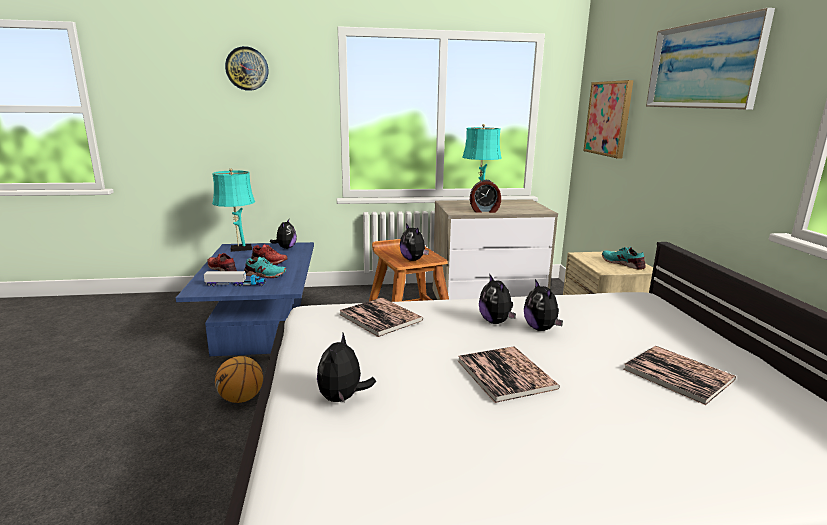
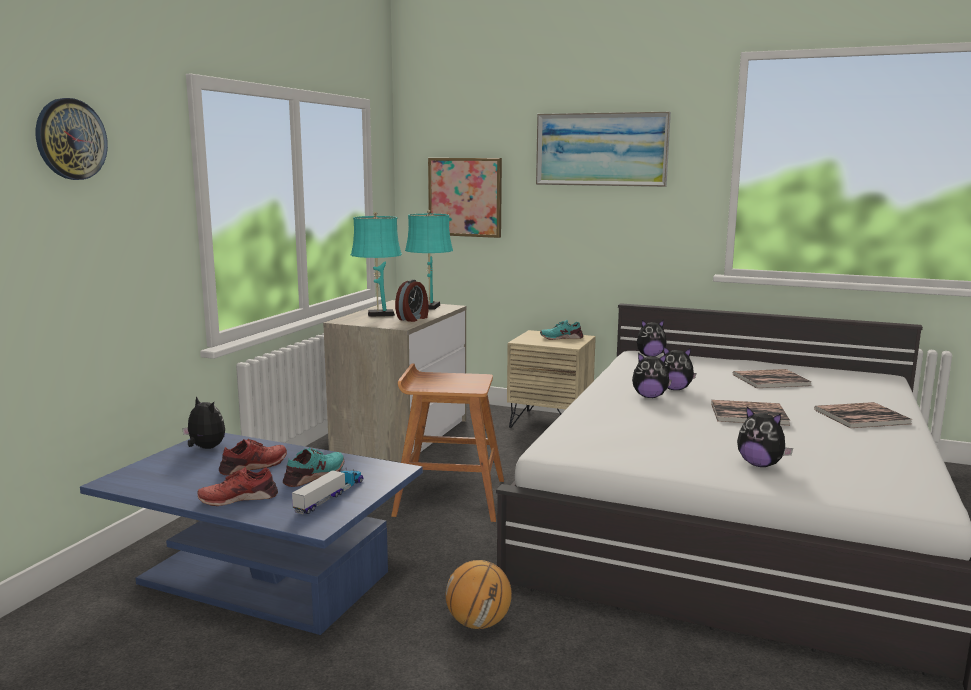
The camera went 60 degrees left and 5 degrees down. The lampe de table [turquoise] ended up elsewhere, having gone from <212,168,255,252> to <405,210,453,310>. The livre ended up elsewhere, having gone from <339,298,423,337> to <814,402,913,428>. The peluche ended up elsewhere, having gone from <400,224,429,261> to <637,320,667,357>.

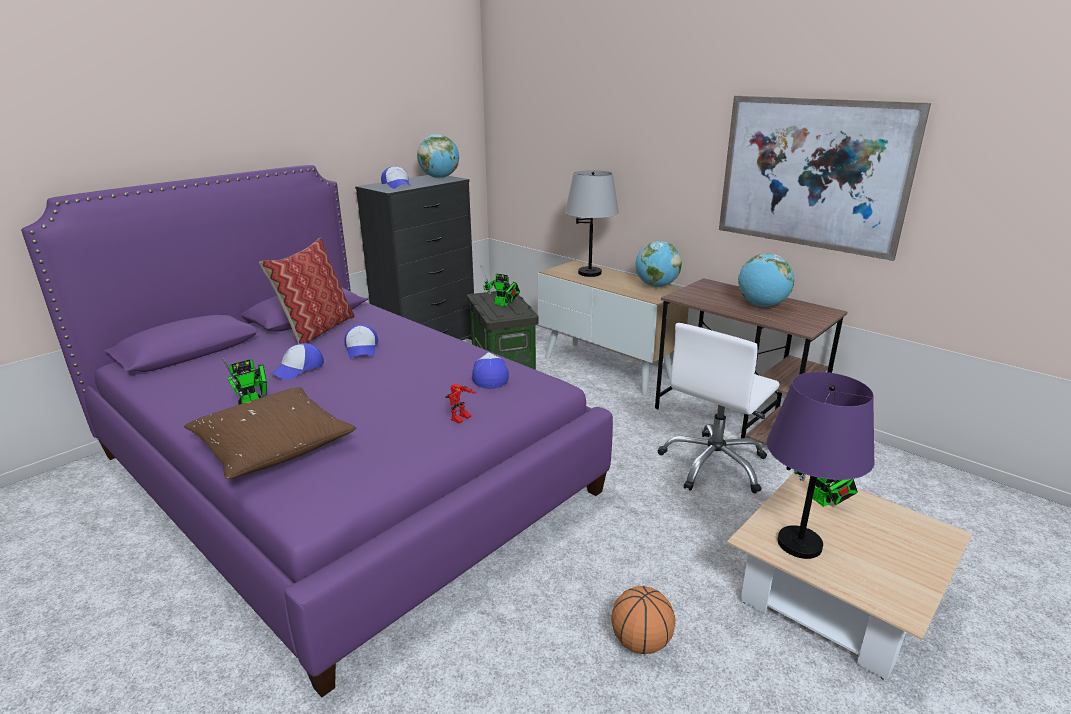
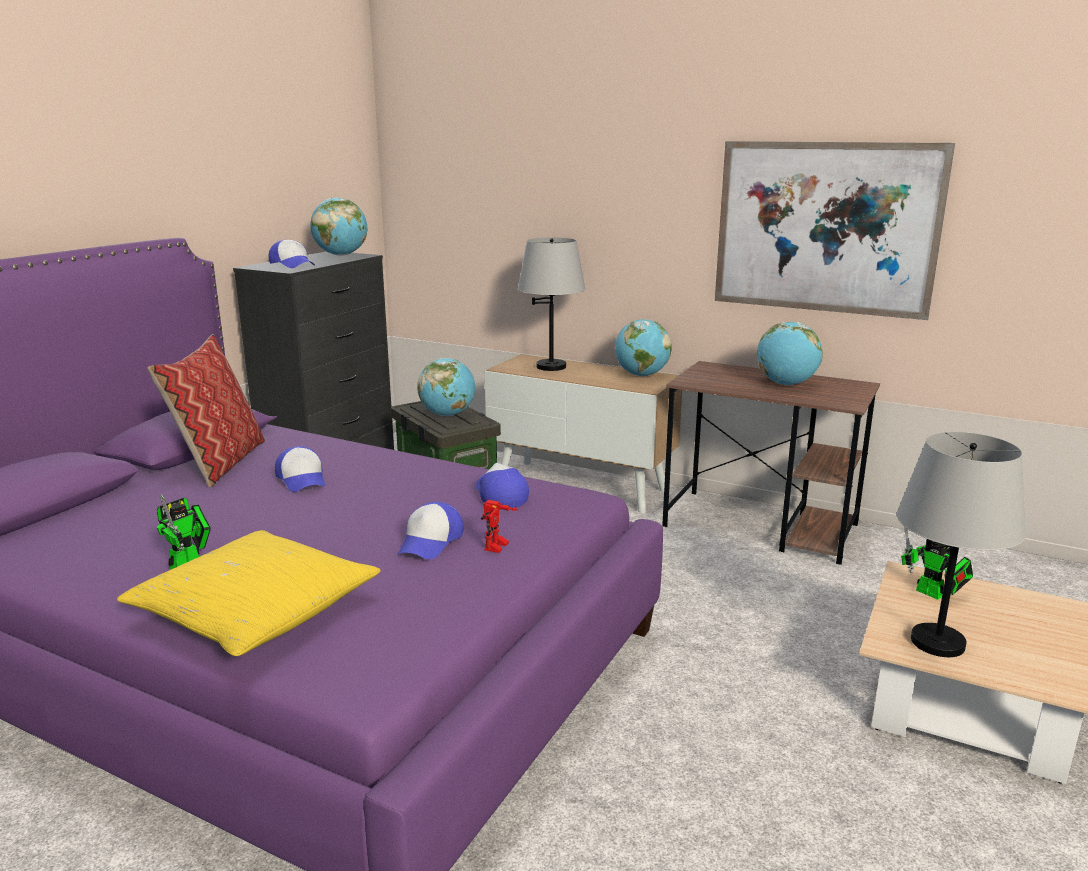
The camera went 15 degrees left and 5 degrees down. The second view lost the ballon de basket at <611,586,675,654>. The second view lost the chaise de bureau [blanc] at <658,323,780,493>. The casquette ended up elsewhere, having gone from <270,343,324,380> to <398,502,464,559>. Where the robot jouet stood at <481,265,520,307>, the globe came to stand at <417,358,475,416>. What was the coussin [marron] at <184,387,356,479> turned into the coussin [jaune] at <117,530,381,656>. What was the lampe de table [violet] at <767,372,875,559> turned into the lampe de table [gris] at <896,432,1026,657>.

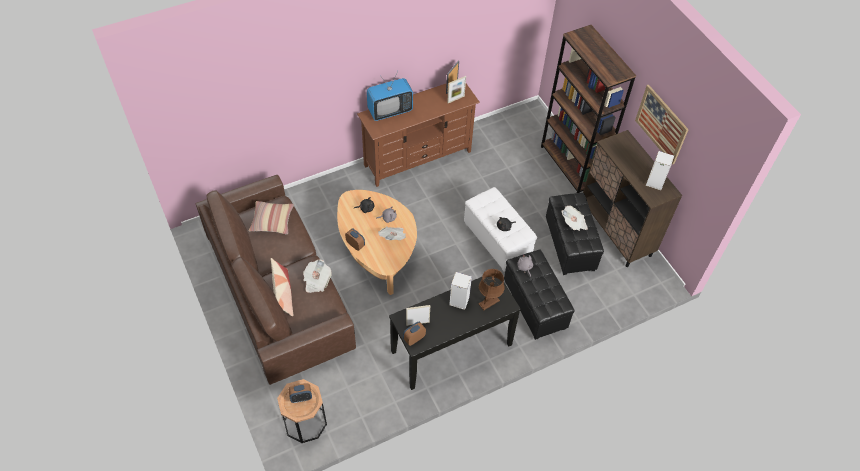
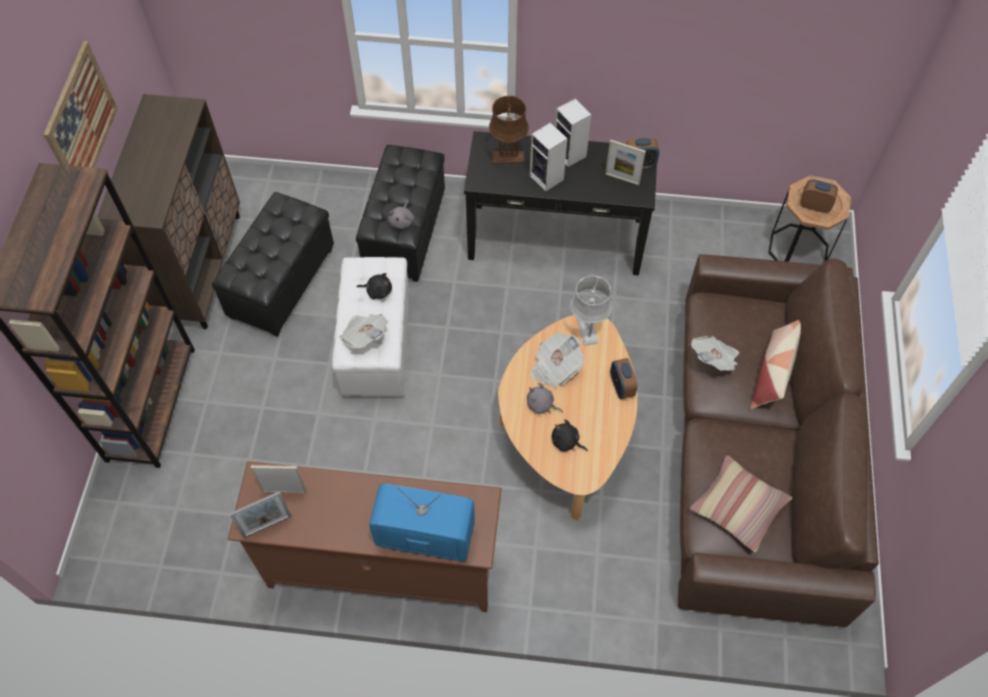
The camera went 145 degrees left and 5 degrees up. The second view gained the lampe de table [gris] at <570,276,612,345>. The journal ended up elsewhere, having gone from <562,206,588,231> to <339,314,388,349>. The enceinte ended up elsewhere, having gone from <646,151,674,190> to <555,98,591,167>.

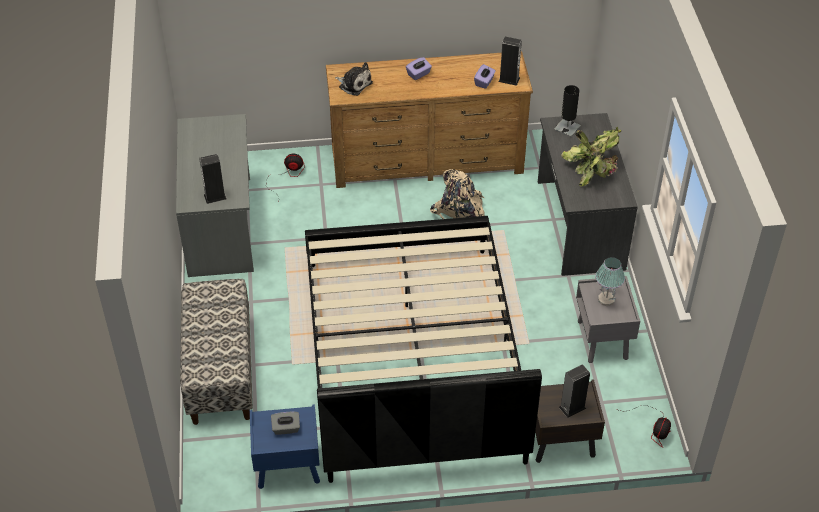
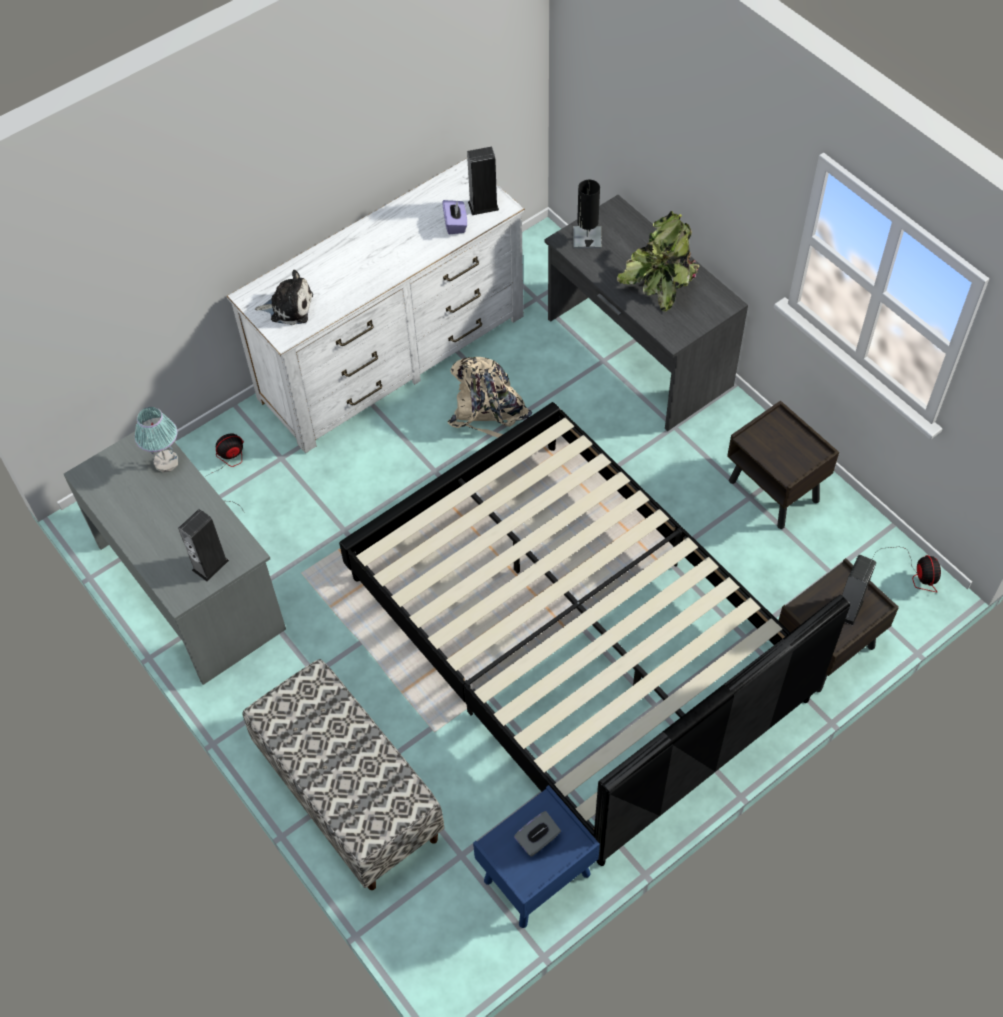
The camera went 30 degrees left and 10 degrees up. The second view lost the boîte à mouchoirs [violet] at <406,57,432,80>. The lampe de table ended up elsewhere, having gone from <595,257,625,306> to <134,407,178,472>. What was the commode [marron] at <326,51,533,188> turned into the commode [blanc] at <226,158,525,453>. What was the table de chevet [gris] at <576,276,640,363> turned into the table de chevet [marron] at <727,400,839,529>.

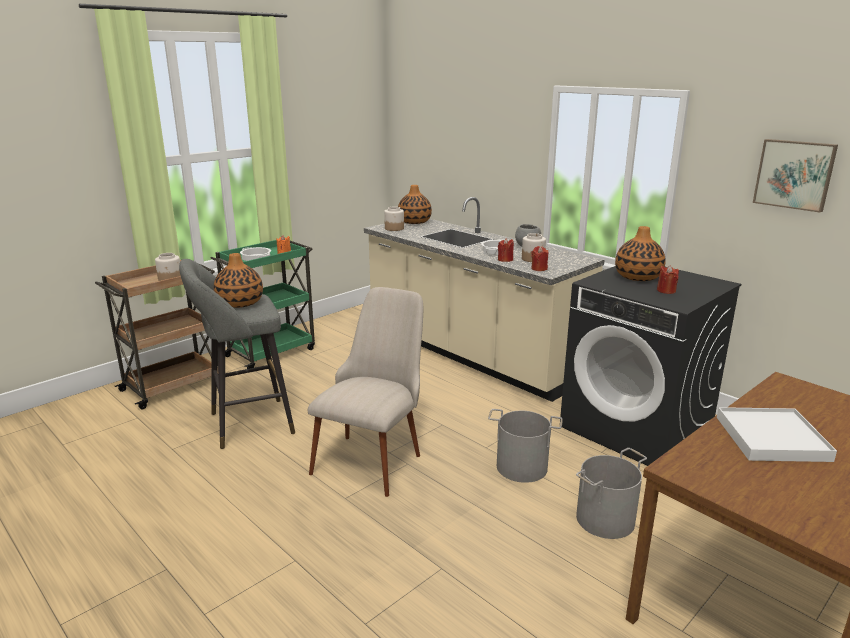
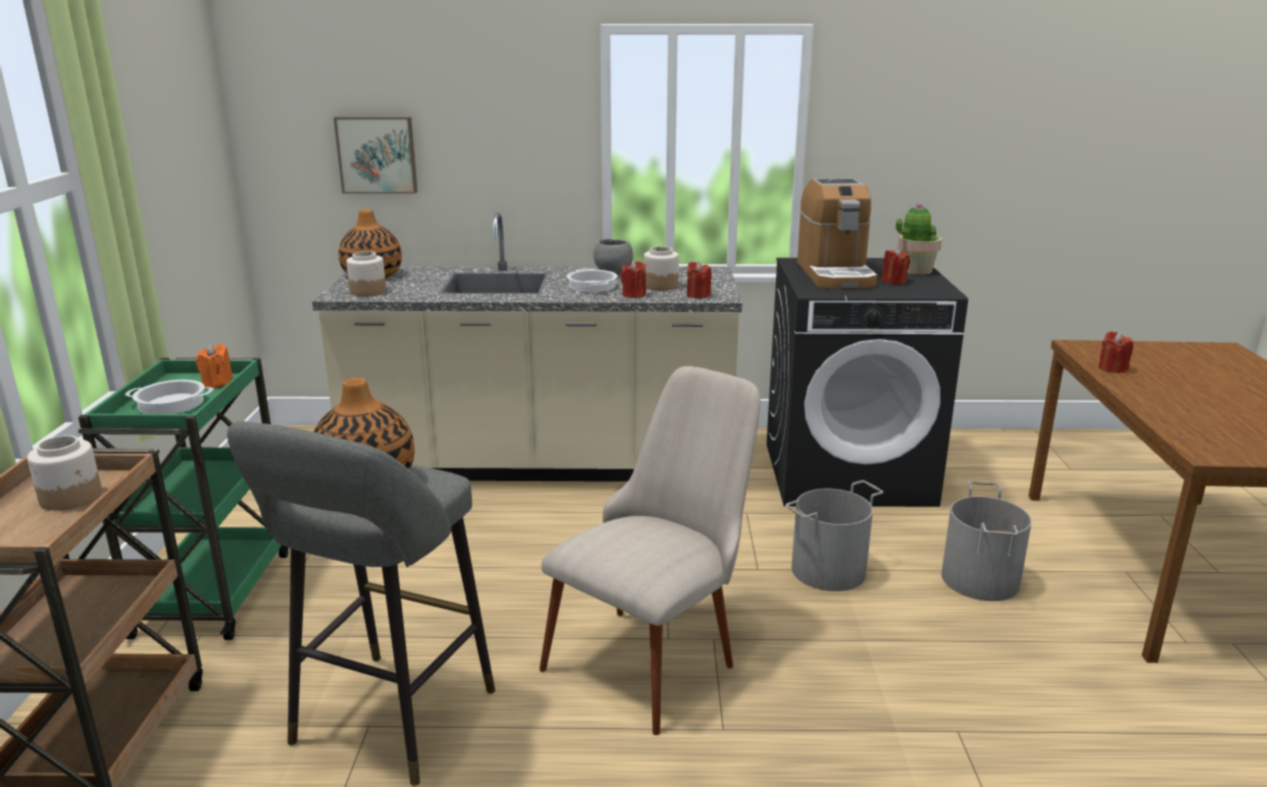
The camera went 45 degrees left and 0 degrees up. The second view lost the plateau [blanc] at <717,407,837,462>. The second view gained the plante en pot at <896,203,942,275>. The second view gained the bougie [rouge] at <1099,331,1133,373>. The tableau ended up elsewhere, having gone from <753,139,838,213> to <334,117,418,194>. Where the vase stood at <615,226,666,281>, the machine à café came to stand at <797,178,877,289>. The chaise [beige] at <308,287,423,497> ended up facing another way, 60 degrees clockwise from before.

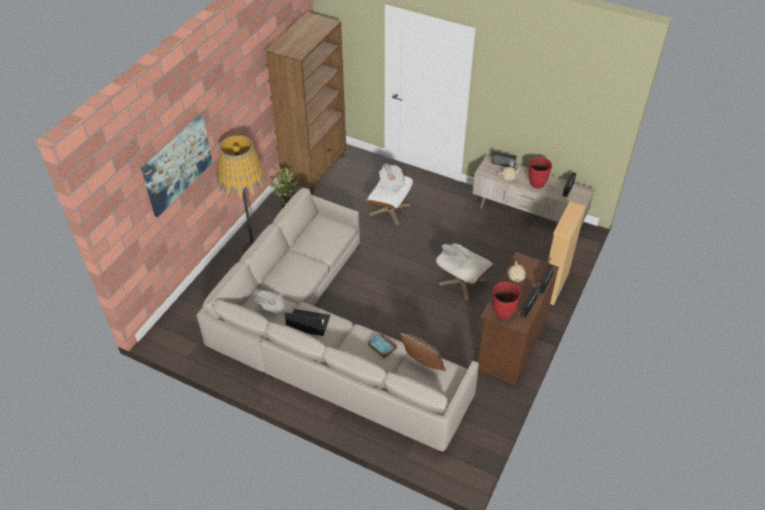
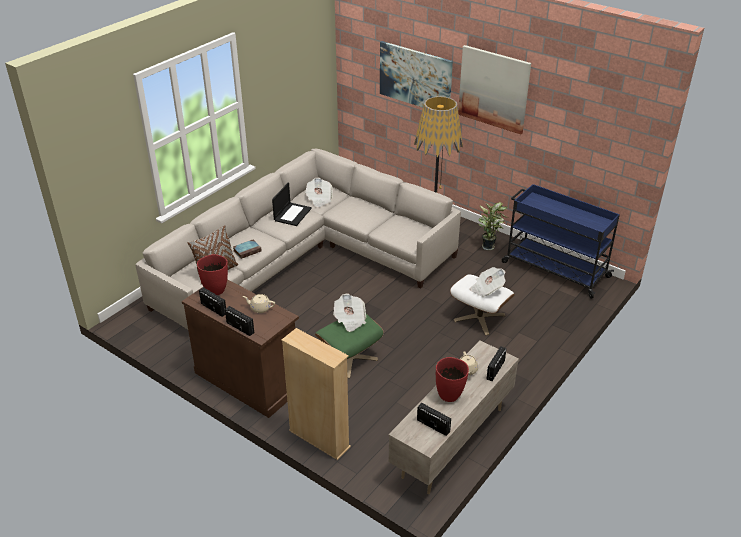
The camera went 100 degrees right and 10 degrees down. The second view gained the tableau at <458,45,531,134>. Where the bibliothèque [marron] stood at <265,12,346,195>, the chariot [bleu] came to stand at <501,184,620,299>. What was the pouf [beige] at <436,243,494,300> turned into the pouf [vert] at <315,314,384,378>.

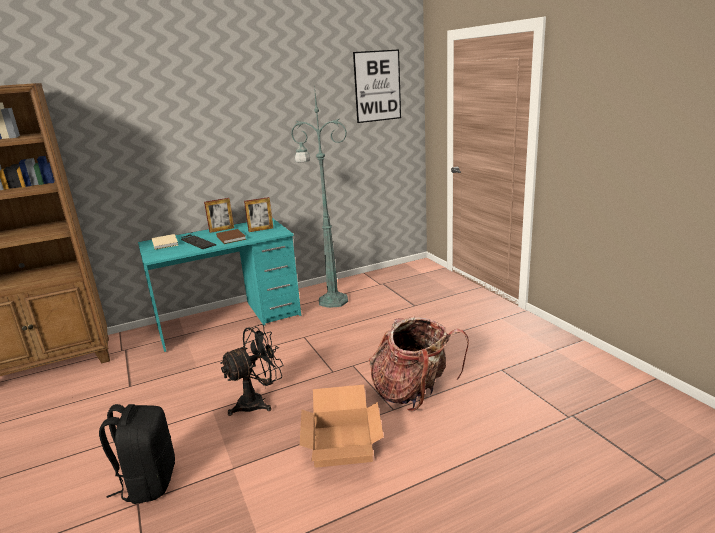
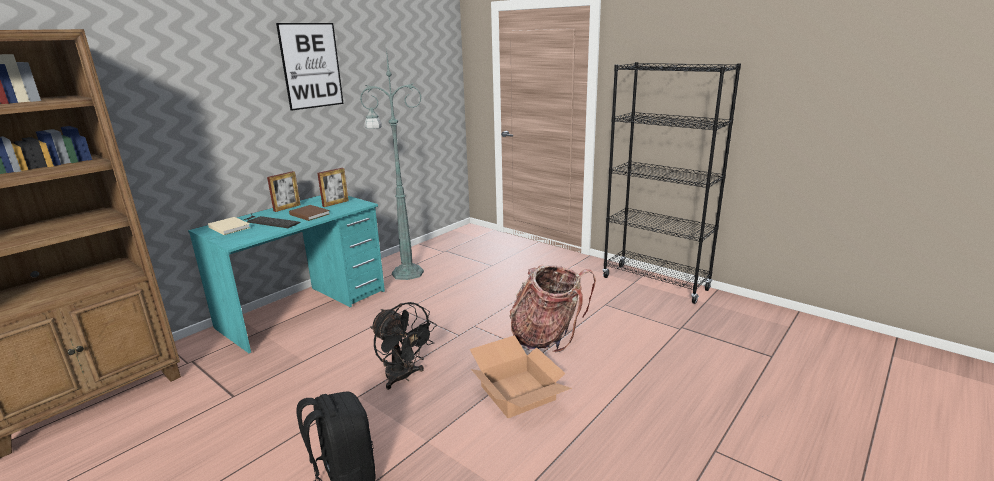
The camera went 25 degrees left and 0 degrees up. The second view gained the bibliothèque [noir] at <603,62,741,304>. The tableau ended up elsewhere, having gone from <353,49,401,123> to <276,23,344,111>. The ventilateur [noir] at <220,324,283,416> ended up facing another way, 105 degrees clockwise from before.

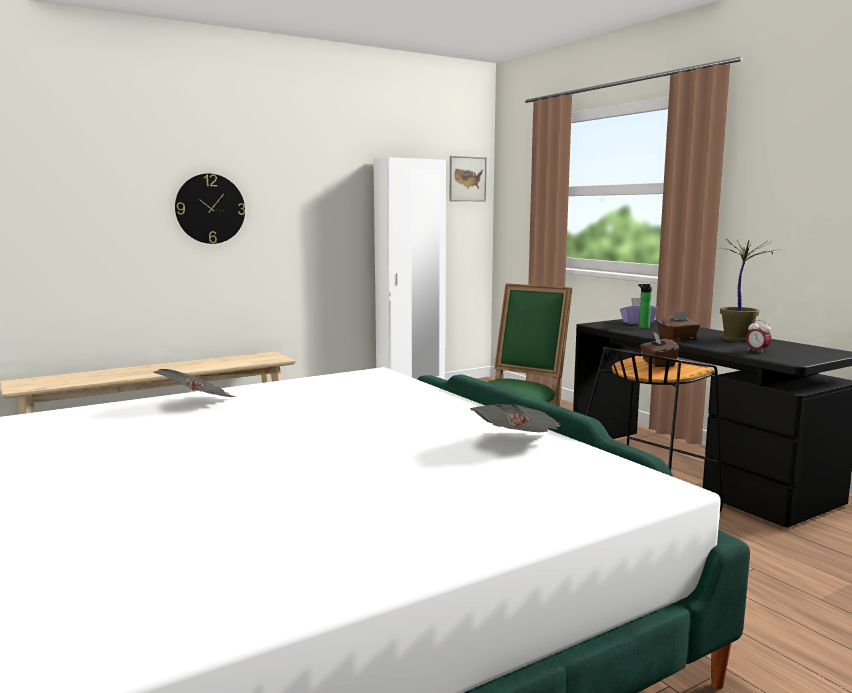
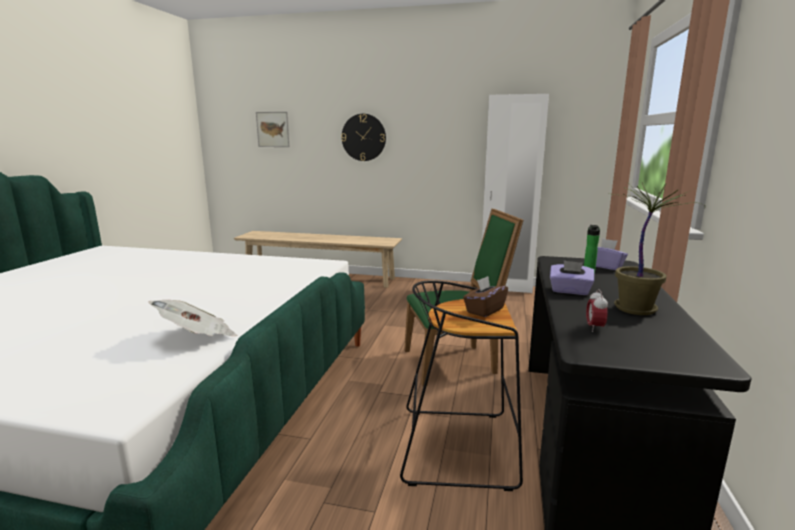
The camera went 45 degrees right and 5 degrees up. The second view lost the journal at <153,369,237,397>. The tableau ended up elsewhere, having gone from <450,156,487,201> to <256,112,290,147>. What was the boîte à mouchoirs [marron] at <657,311,700,341> turned into the boîte à mouchoirs [violet] at <550,260,594,295>.

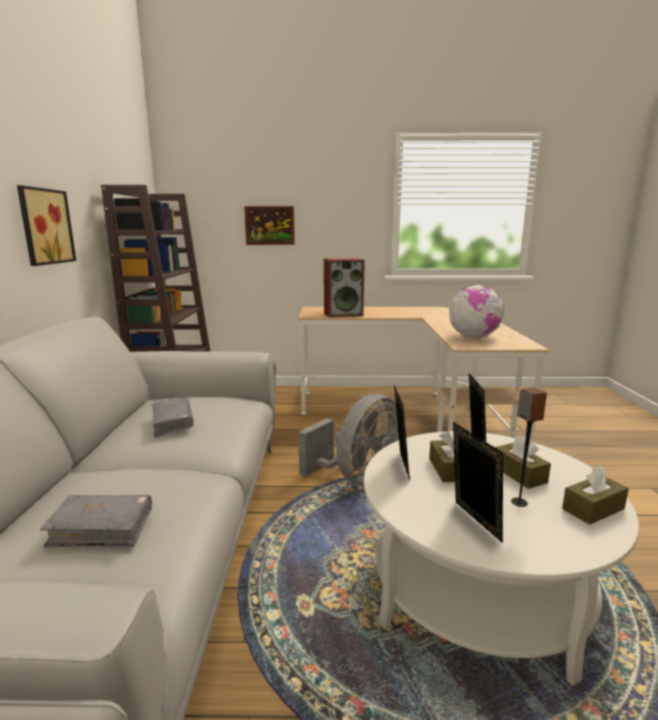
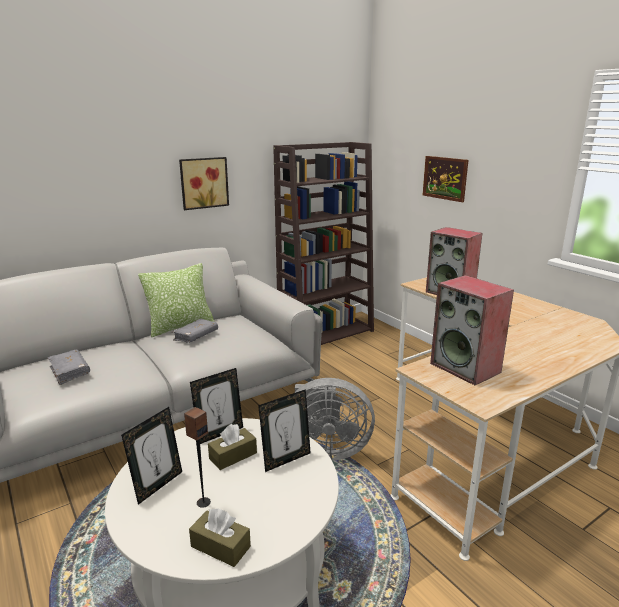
The camera went 55 degrees right and 5 degrees up. The second view lost the boîte à mouchoirs [marron] at <495,435,551,489>. The second view gained the coussin at <138,263,215,337>. Where the globe stood at <449,285,504,338>, the enceinte came to stand at <430,275,514,385>.

